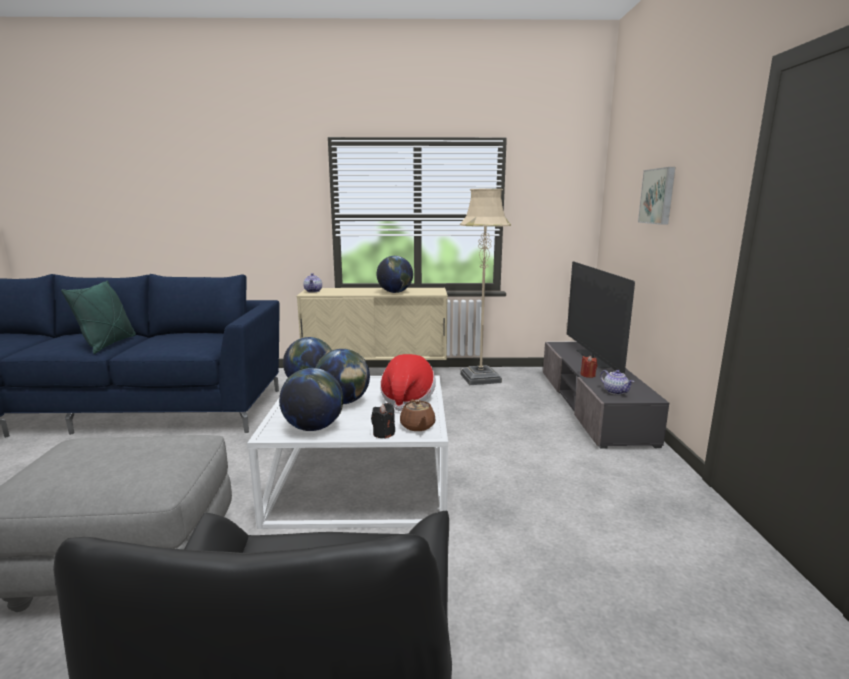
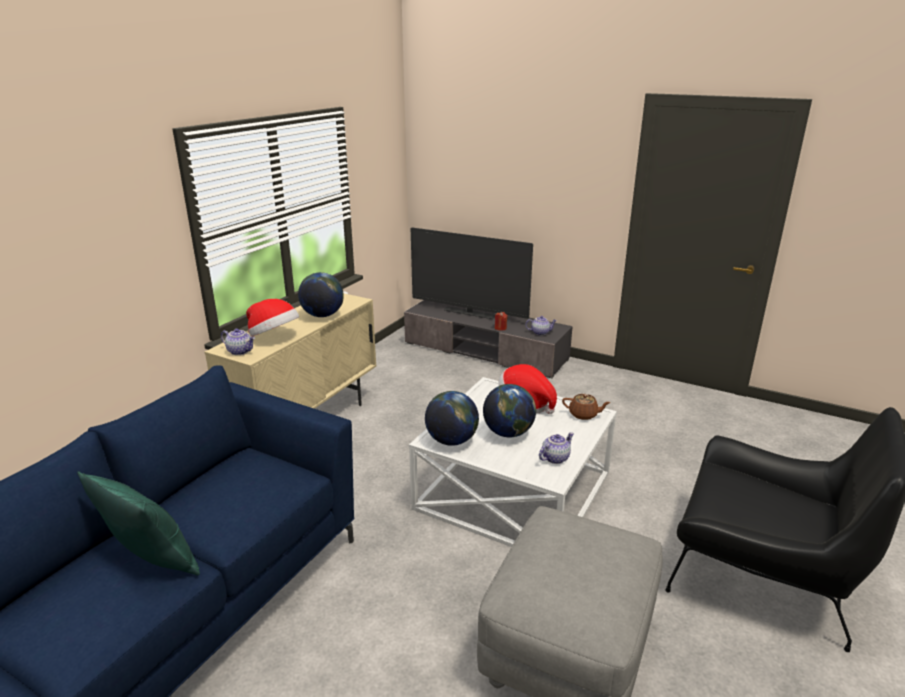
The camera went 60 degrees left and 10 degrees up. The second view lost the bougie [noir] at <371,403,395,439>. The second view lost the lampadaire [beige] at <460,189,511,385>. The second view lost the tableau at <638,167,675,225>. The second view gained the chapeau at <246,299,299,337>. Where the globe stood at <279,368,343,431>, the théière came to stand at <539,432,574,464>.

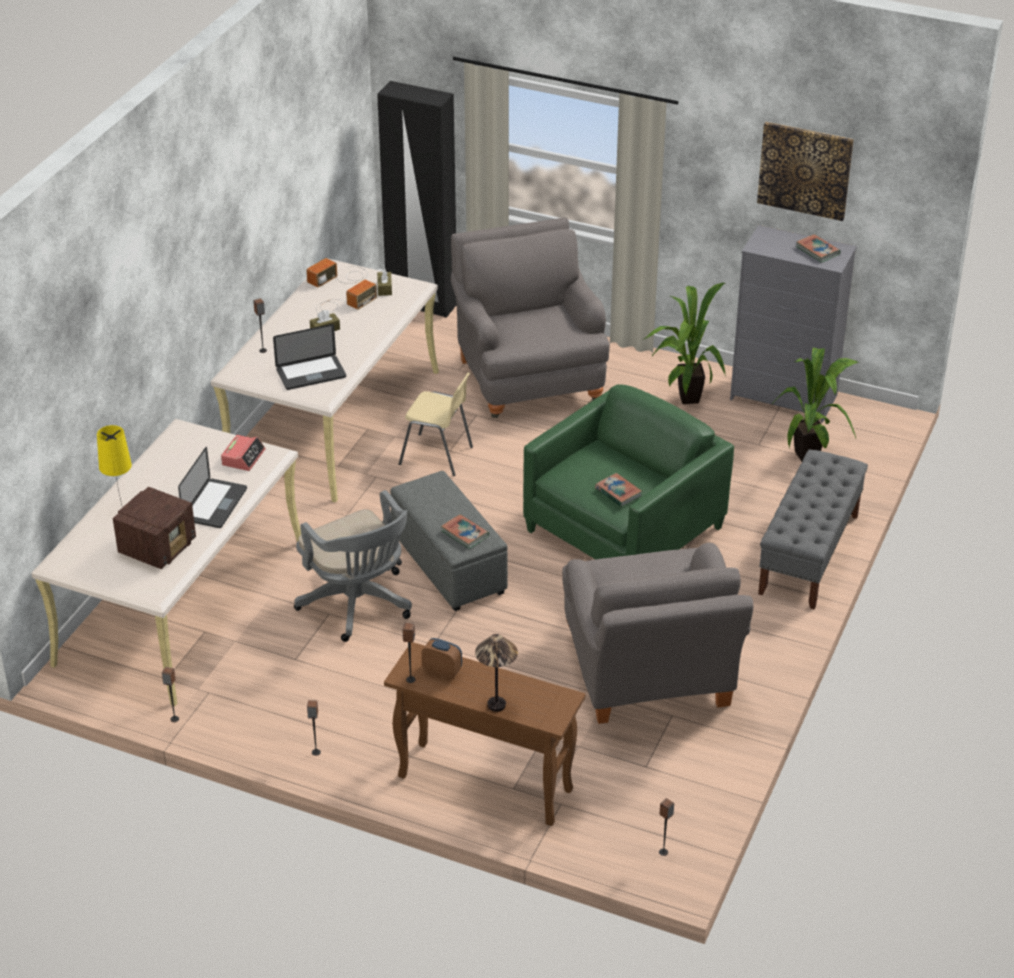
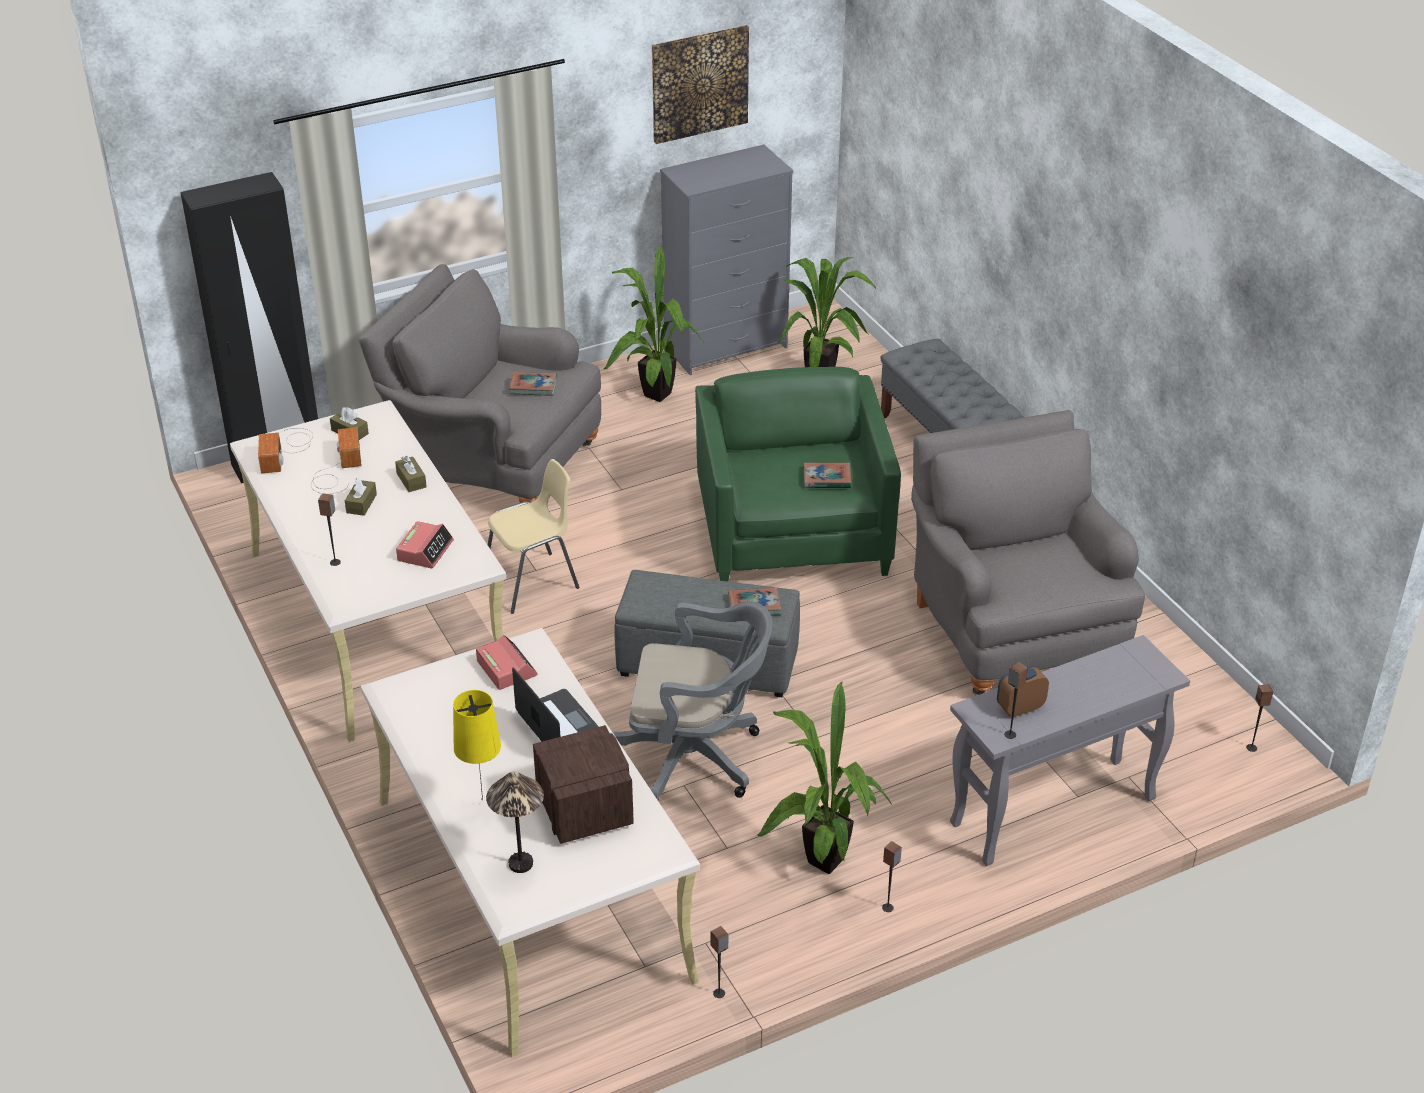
The camera went 50 degrees left and 0 degrees up. The second view gained the boîte à mouchoirs [marron] at <395,456,427,492>. The second view gained the plante en pot at <757,681,892,874>. The lampe de table ended up elsewhere, having gone from <475,634,518,712> to <486,772,544,873>. The livre ended up elsewhere, having gone from <796,234,841,263> to <509,372,557,396>. Where the ordinateur portable stood at <273,324,346,390>, the réveil came to stand at <396,521,454,569>. What was the table console [marron] at <384,642,586,826> turned into the table console [gris] at <950,635,1190,866>. The fauteuil [gris] at <562,543,754,724> ended up facing another way, 135 degrees counterclockwise from before.

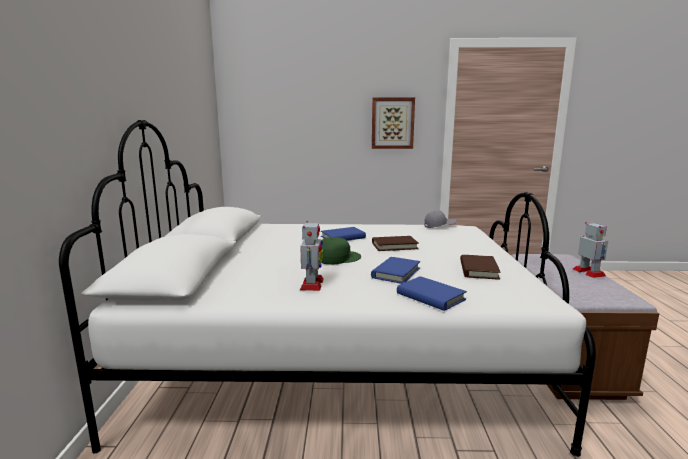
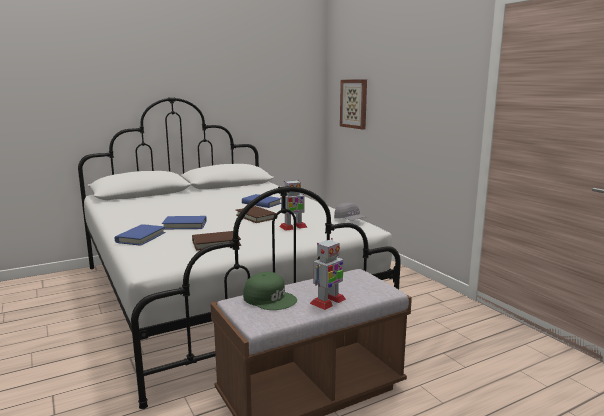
The camera went 60 degrees right and 0 degrees up. The robot jouet ended up elsewhere, having gone from <300,221,324,291> to <279,179,308,231>. The casquette [vert] ended up elsewhere, having gone from <321,237,361,264> to <243,272,297,310>. The tableau ended up elsewhere, having gone from <372,98,415,149> to <340,79,367,129>.

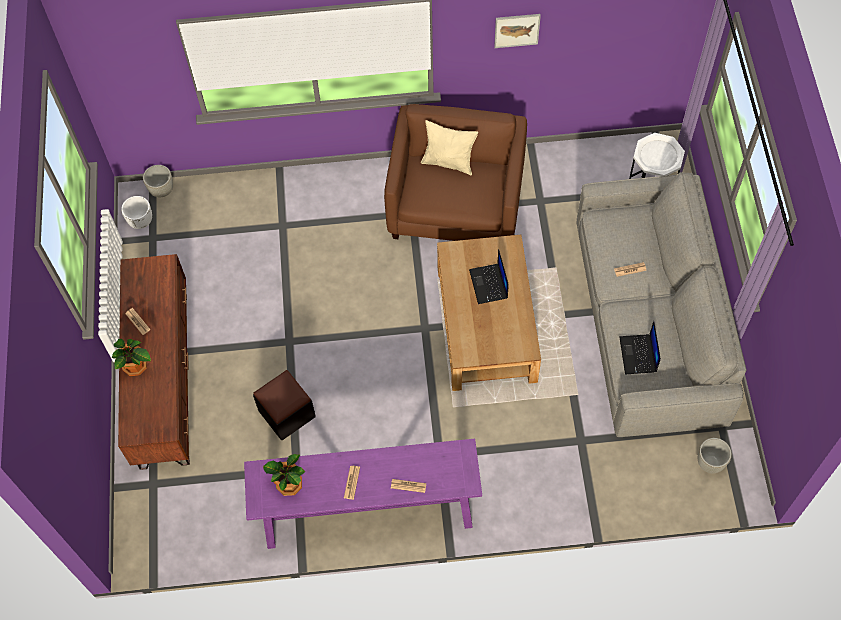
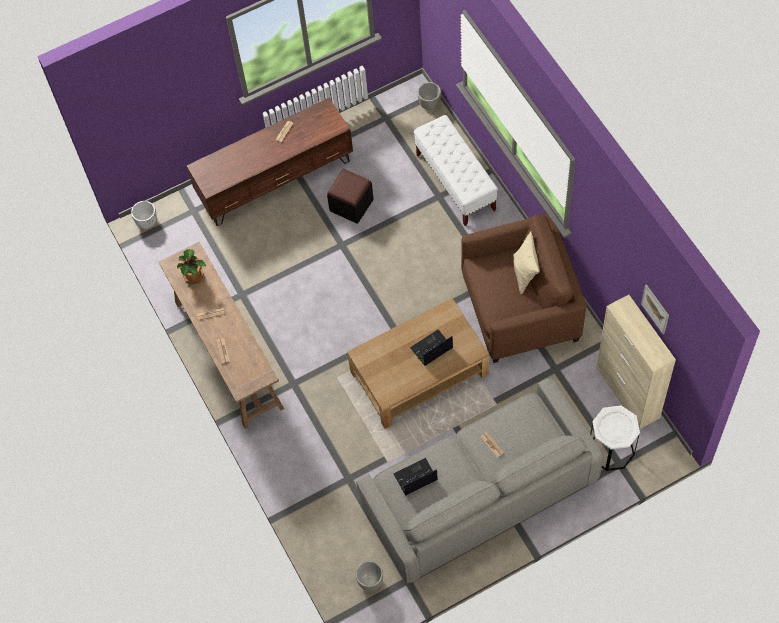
The camera went 70 degrees right and 0 degrees up. The second view lost the plante en pot at <111,339,151,376>. The second view gained the banc [blanc] at <414,115,498,226>. The second view gained the meuble de rangement [beige] at <596,295,676,429>. The cache-pot [blanc] ended up elsewhere, having gone from <121,196,152,229> to <131,201,157,229>. The pouf [noir] ended up elsewhere, having gone from <253,370,316,440> to <327,169,374,224>. The tableau ended up elsewhere, having gone from <494,14,541,48> to <641,284,669,334>. What was the table console [violet] at <244,439,482,549> turned into the table console [marron] at <158,242,284,429>.

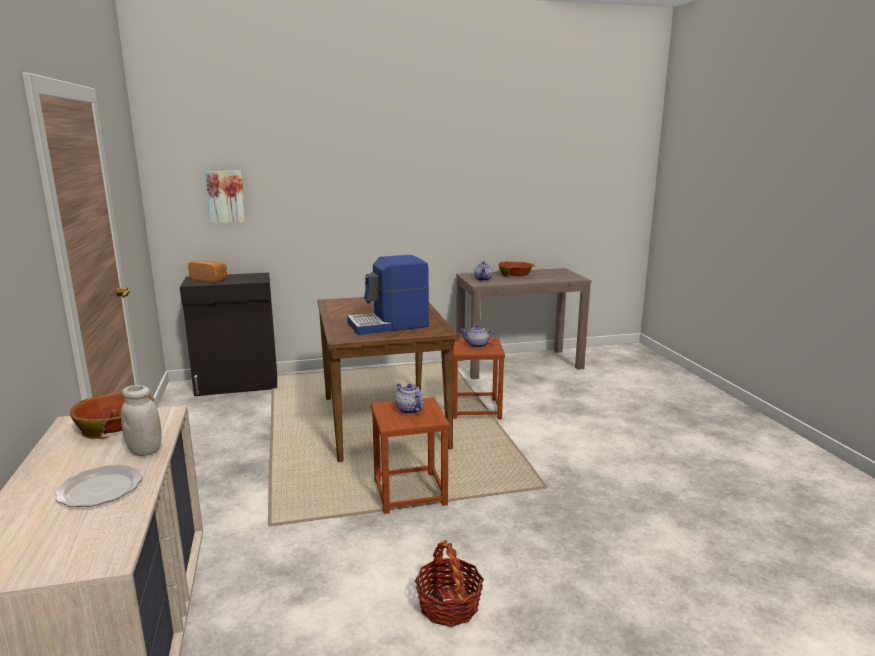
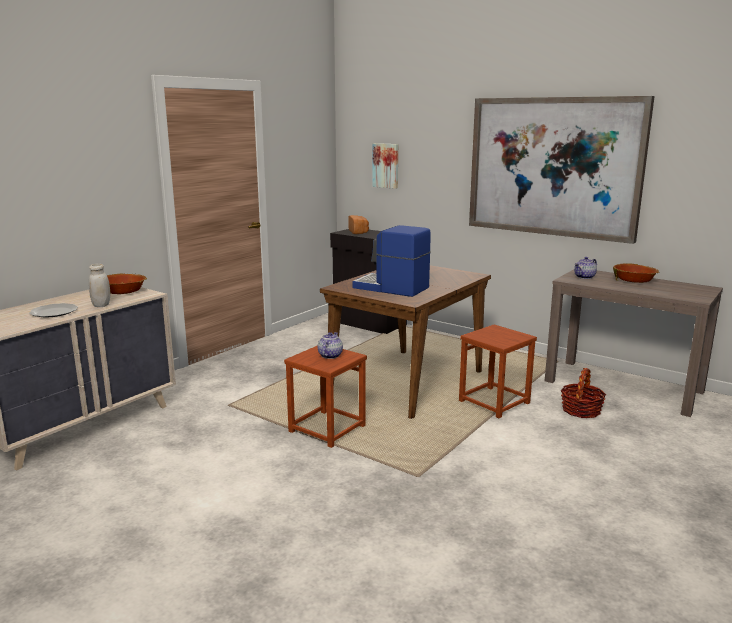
The camera went 50 degrees right and 0 degrees up. The second view lost the théière at <460,325,496,348>. The second view gained the tableau at <469,96,655,244>. The panier ended up elsewhere, having gone from <415,540,484,627> to <561,368,606,418>.

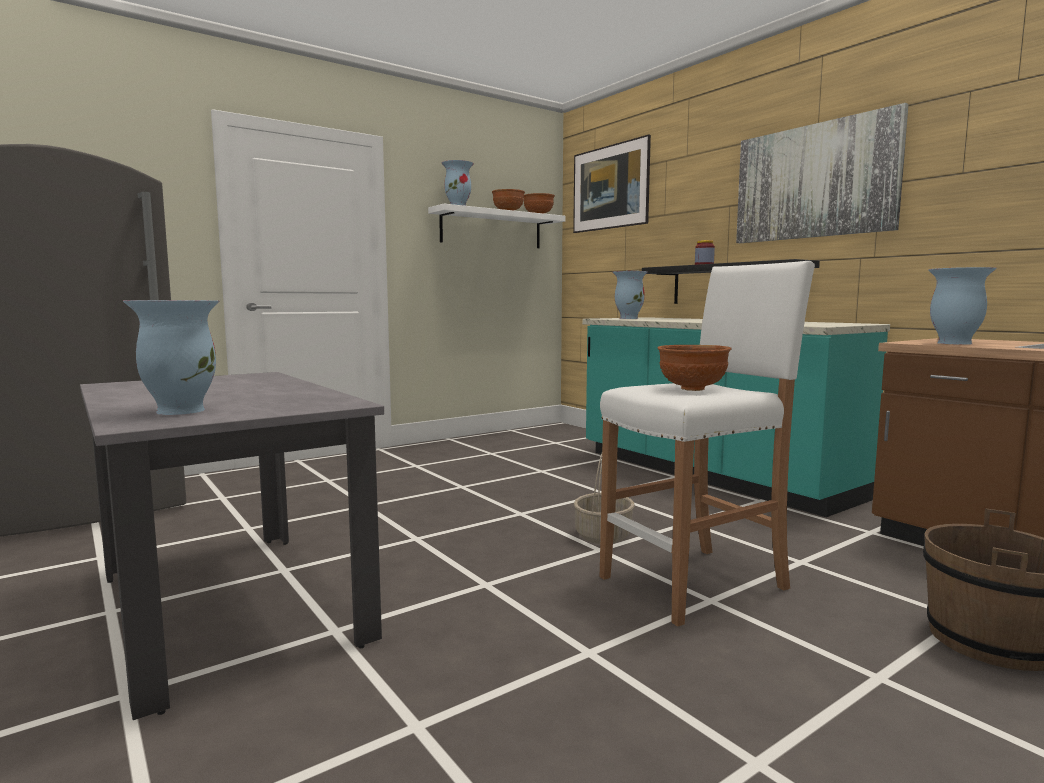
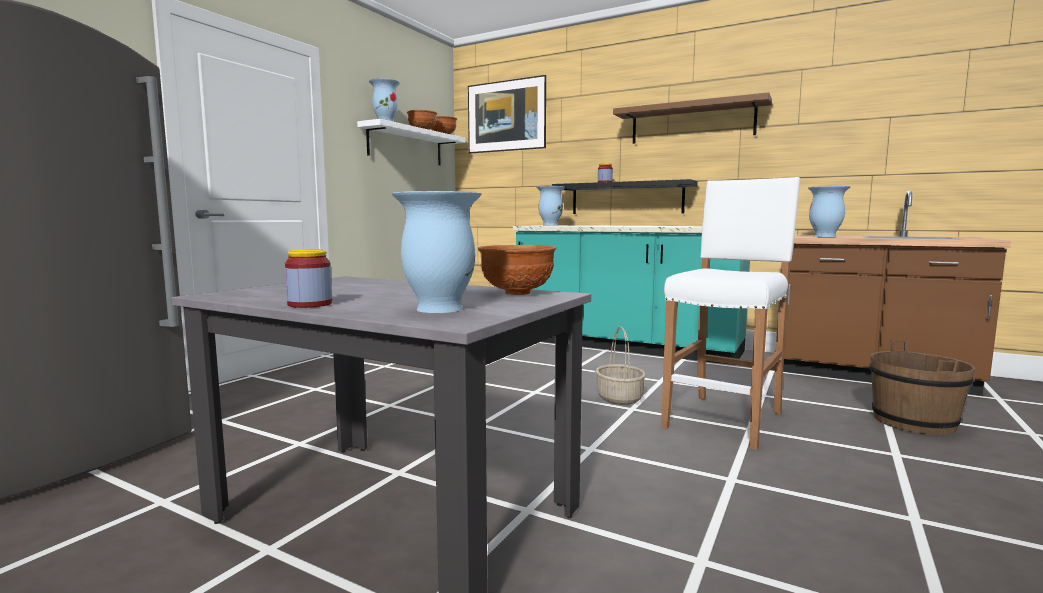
The camera went 25 degrees left and 0 degrees up. The second view gained the bocal at <285,250,332,308>. The bol [marron] ended up elsewhere, having gone from <658,345,731,391> to <478,245,557,295>. Where the tableau hung at <736,103,909,243>, the étagère [marron] came to hang at <613,92,772,144>.

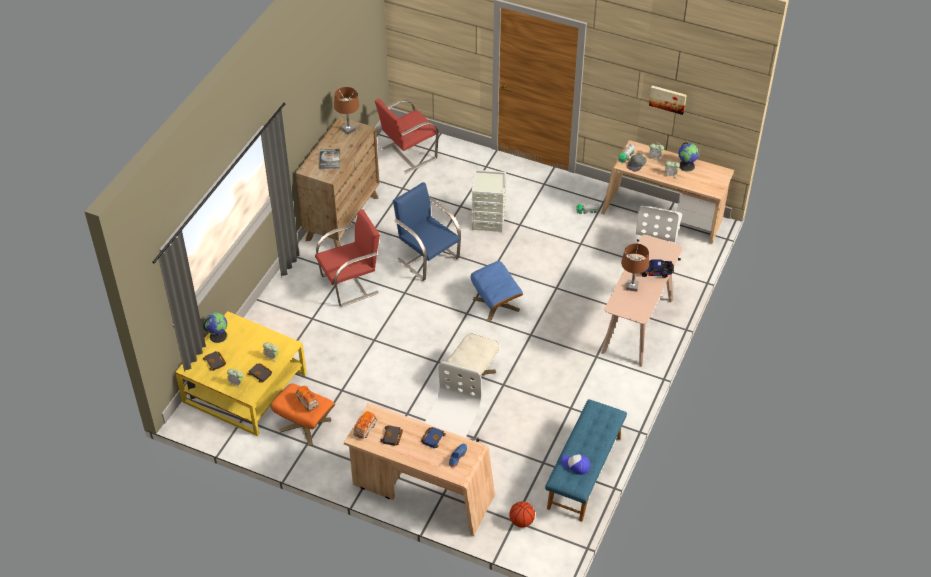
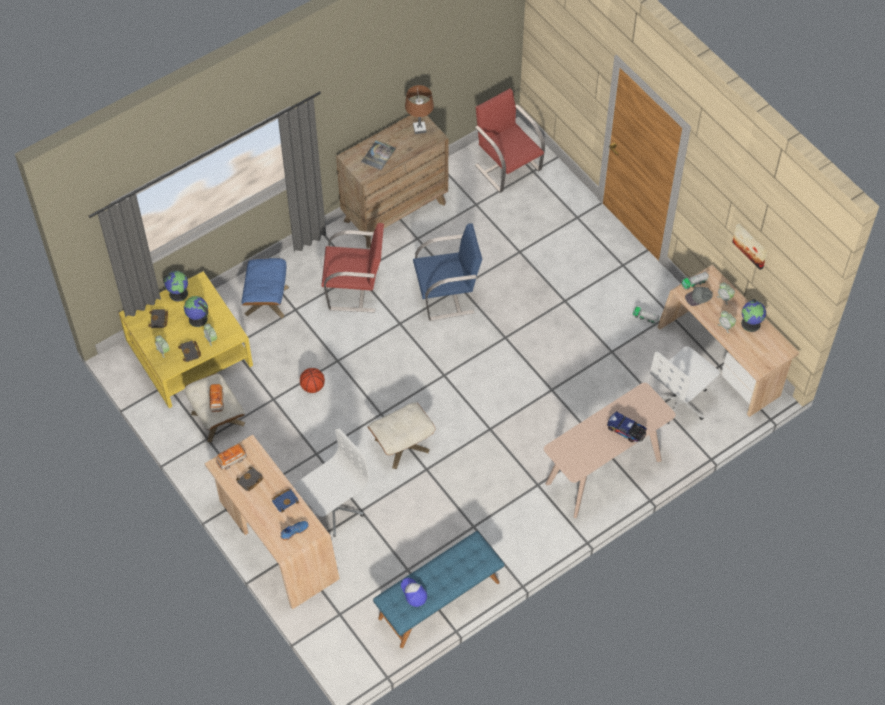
The camera went 30 degrees right and 10 degrees up. The second view lost the boîte de rangement [gris] at <471,170,507,232>. The second view lost the lampe de table [marron] at <621,243,649,292>. The second view gained the globe at <184,296,208,327>. The pouf [bleu] ended up elsewhere, having gone from <471,261,523,322> to <242,258,289,319>. The ballon de basket ended up elsewhere, having gone from <509,502,535,528> to <300,368,325,393>. What was the pouf [orange] at <271,384,335,446> turned into the pouf [beige] at <185,373,245,442>. The chaise [rouge] at <375,99,439,174> ended up facing another way, 60 degrees clockwise from before. The chaise [bleu] at <393,182,461,281> ended up facing another way, 90 degrees clockwise from before.

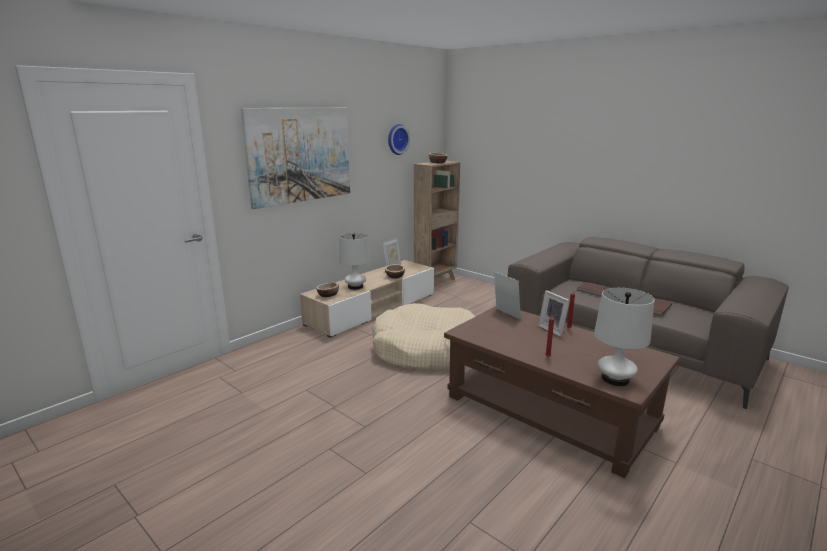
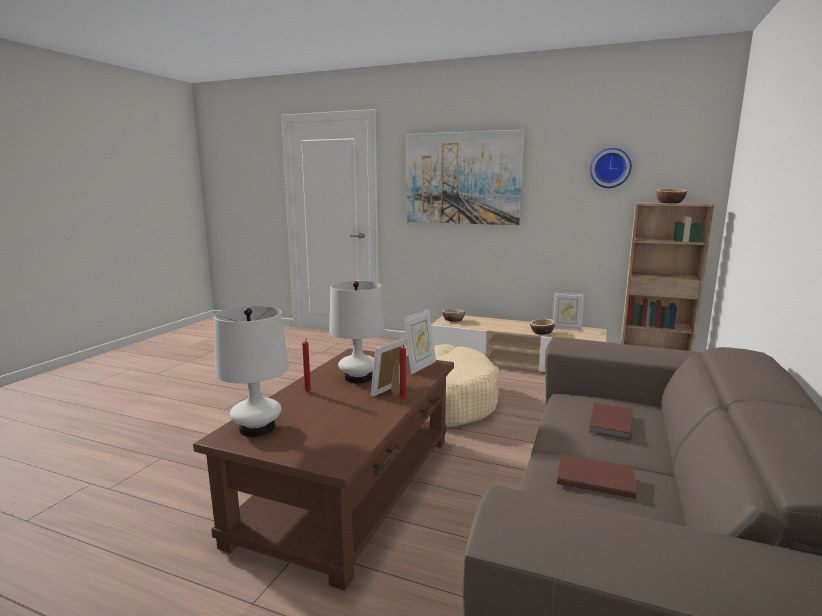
The camera went 70 degrees right and 5 degrees down. The lampe de table [blanc] ended up elsewhere, having gone from <339,233,370,290> to <329,281,385,383>.

